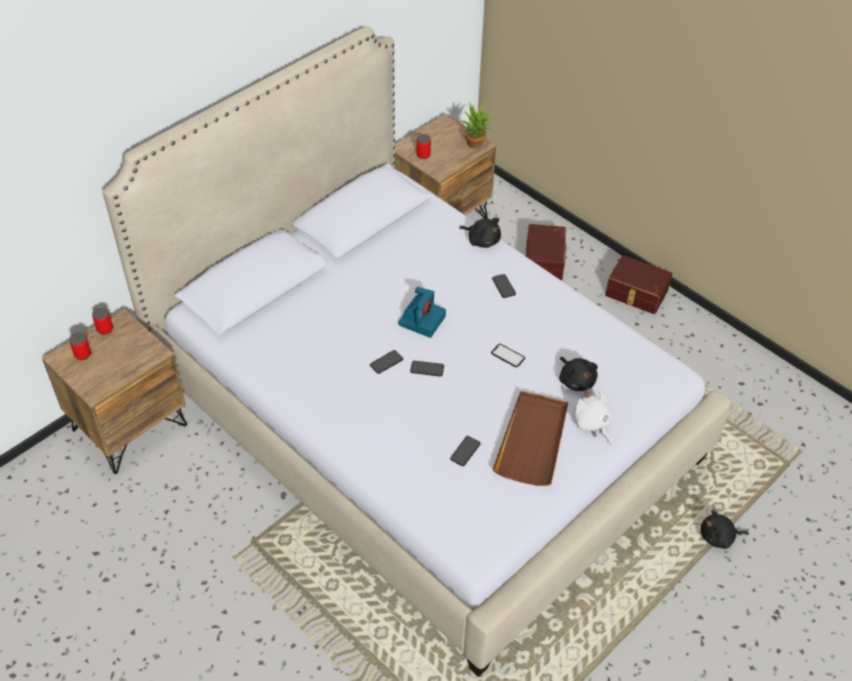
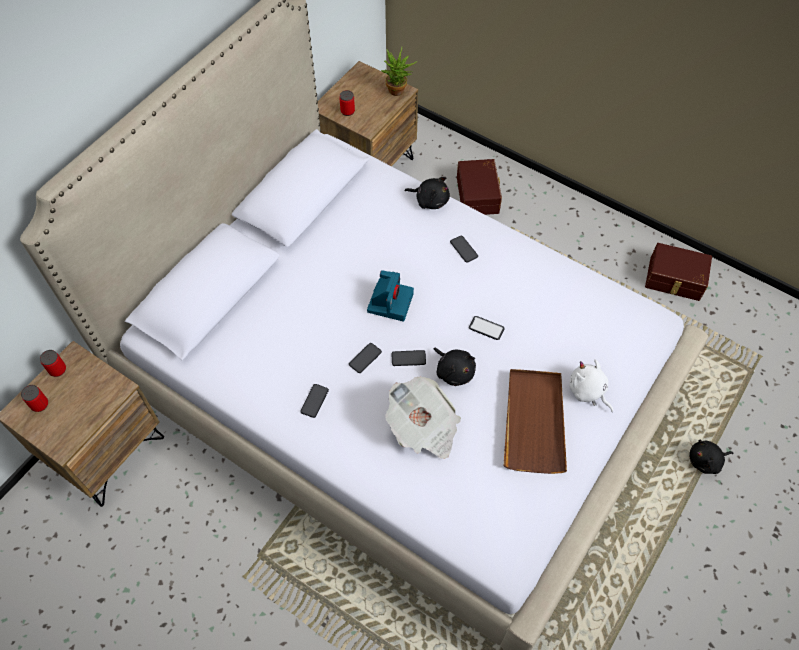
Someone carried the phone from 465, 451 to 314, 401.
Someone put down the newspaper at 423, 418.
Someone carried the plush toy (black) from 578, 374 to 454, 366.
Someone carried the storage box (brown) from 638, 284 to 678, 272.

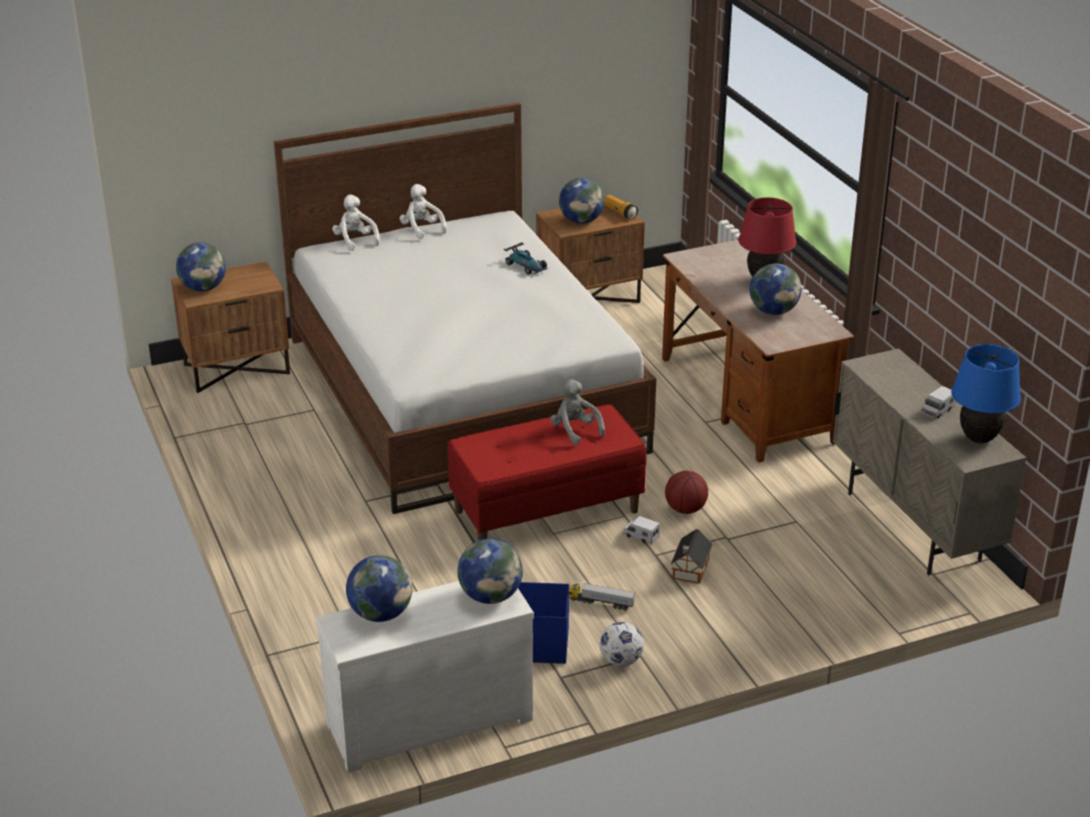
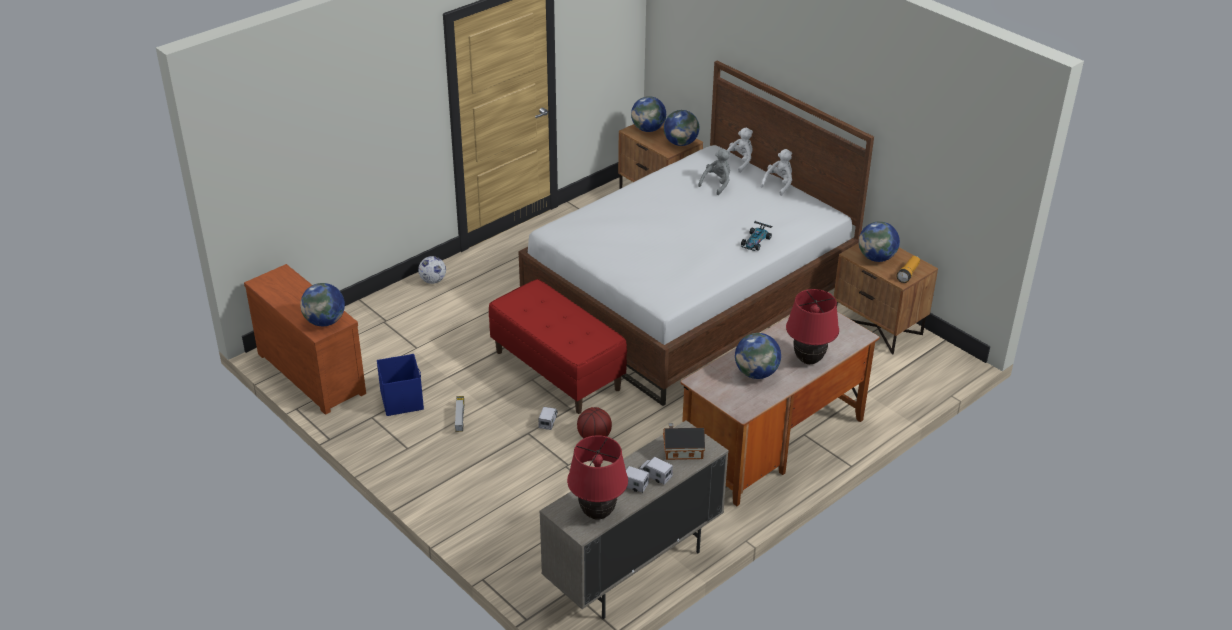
Someone repainted the dresser (white) at 424, 677, which became the dresser (brown) at 305, 339.
Someone carried the football from 622, 644 to 432, 270.
Someone repainted the table lamp (blue) at 986, 393, which became the table lamp (red) at 597, 477.
Someone put down the toy truck at 656, 471.
Someone carried the toy house from 692, 556 to 684, 441.
Someone carried the globe from 379, 588 to 681, 128.
Someone carried the plush toy (grey) from 577, 412 to 714, 172.

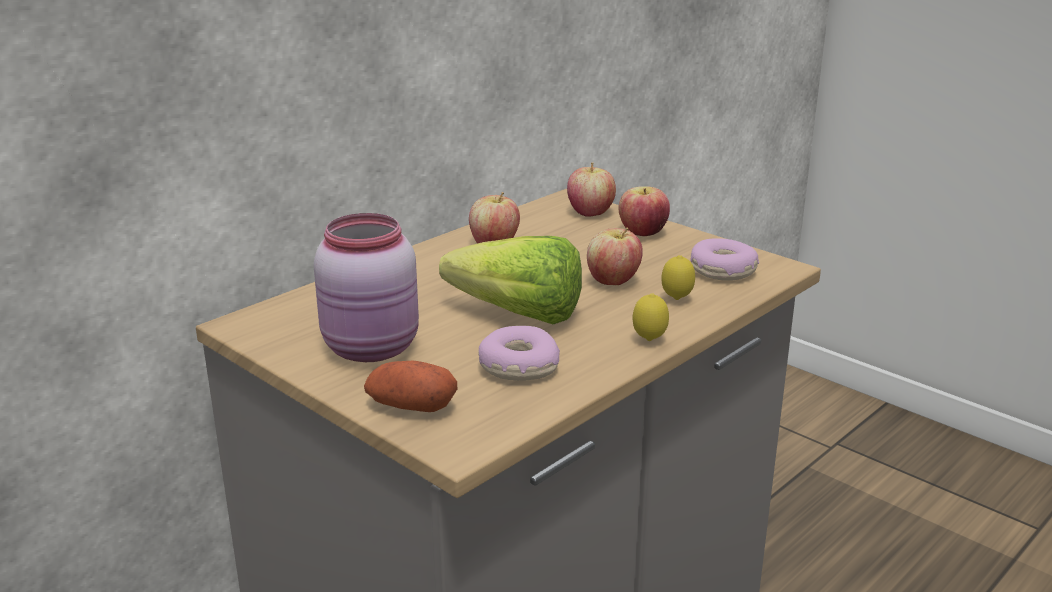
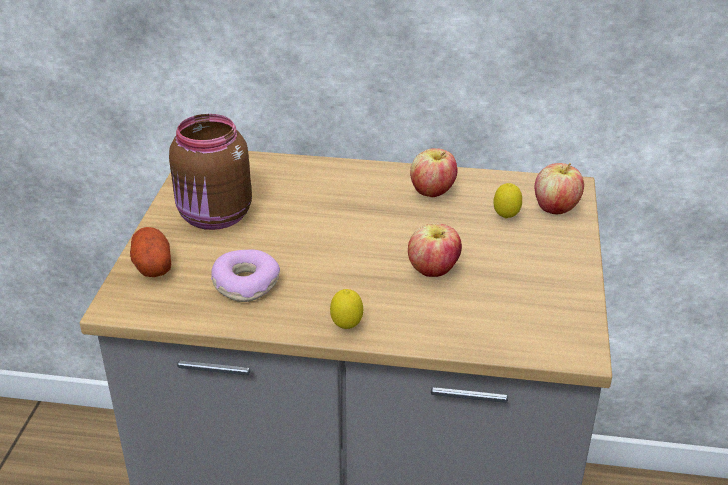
Someone repainted the jar (pink) at 366, 287, which became the jar (brown) at 210, 172.
Someone carried the lemon from 678, 277 to 507, 201.
Someone took away the lettuce at 510, 280.
Someone took away the apple at 644, 211.
Someone took away the donut at 724, 259.

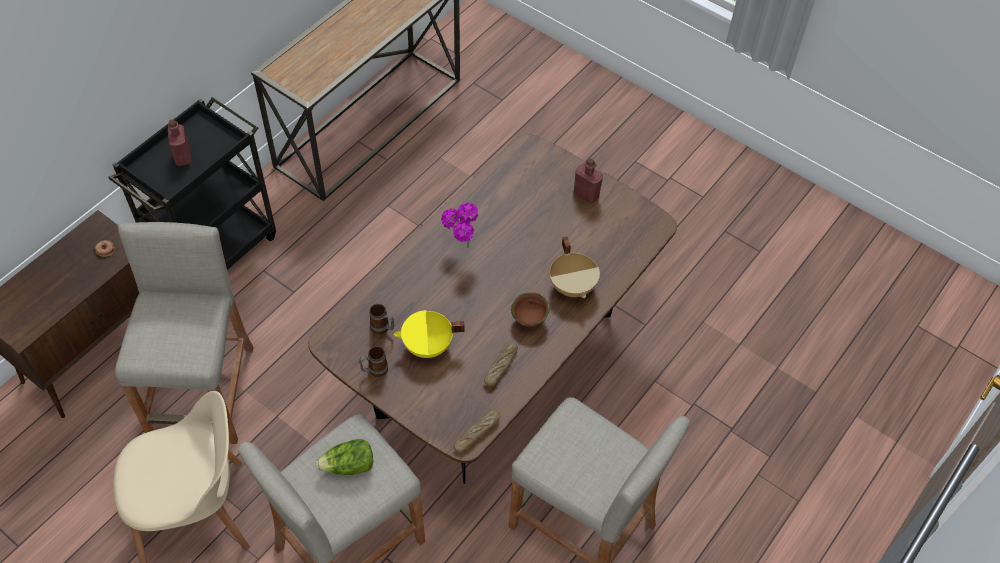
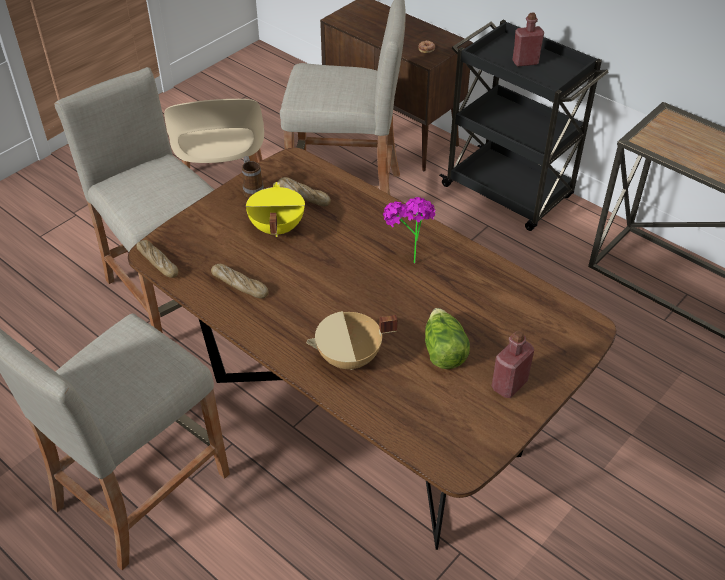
Someone swapped the mug at 381, 319 for the bread at 304, 191.
Someone carried the lettuce from 344, 457 to 447, 338.
Someone took away the bowl (brown) at 530, 309.

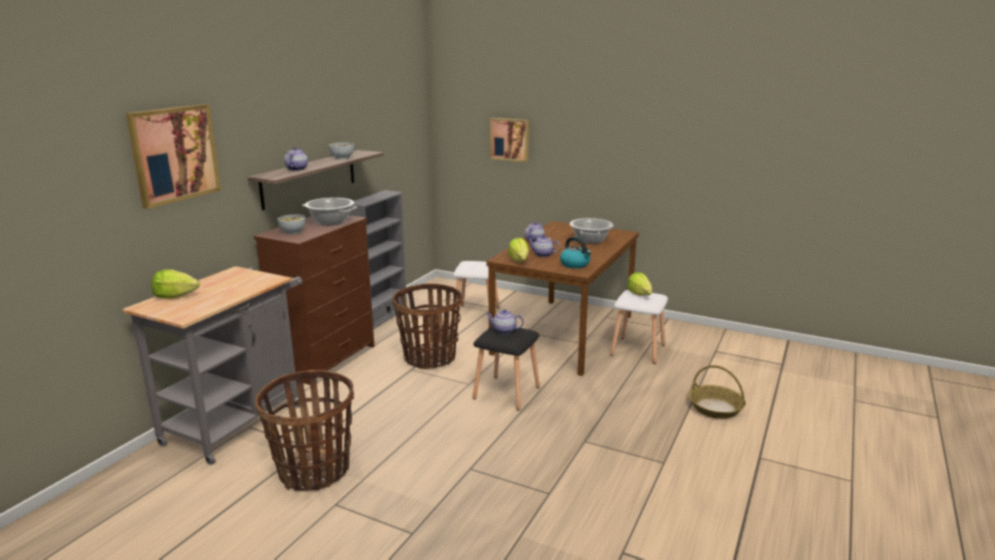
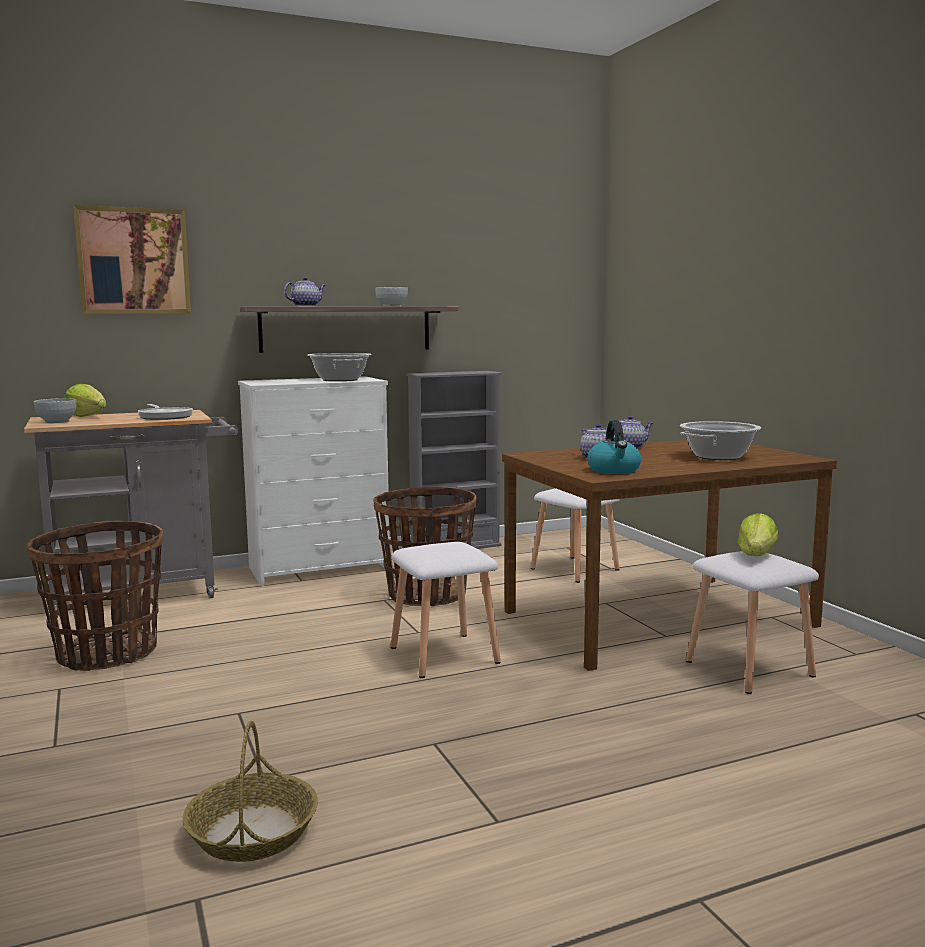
Someone carried the bowl from 291, 224 to 55, 410.
Someone put down the frying pan at 165, 412.
Someone carried the basket from 717, 392 to 250, 791.
Someone repainted the dresser (brown) at 314, 300, which became the dresser (white) at 314, 481.
Someone repainted the stool (black) at 506, 368, which became the stool (white) at 446, 610.
Someone took away the teapot at 505, 321.
Someone took away the picture at 509, 140.
Someone took away the lettuce at 518, 250.

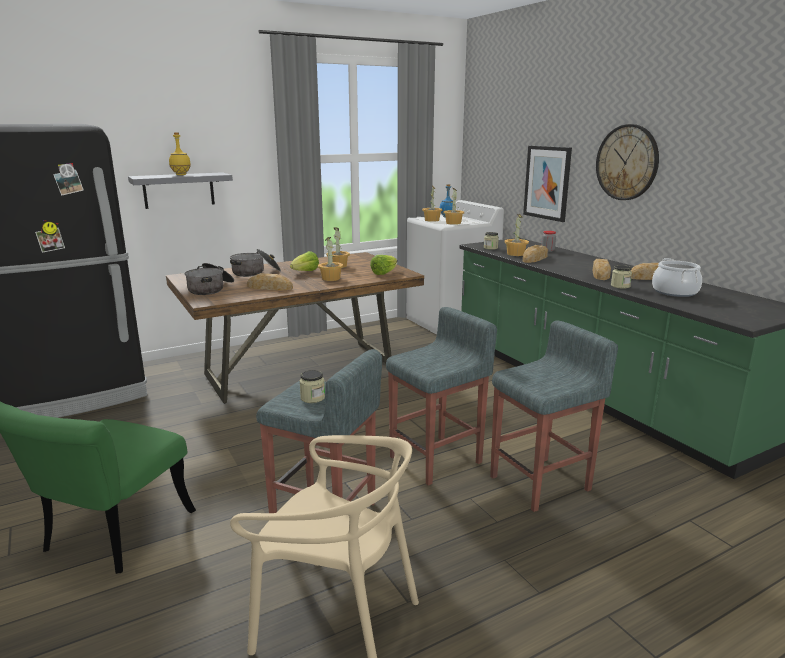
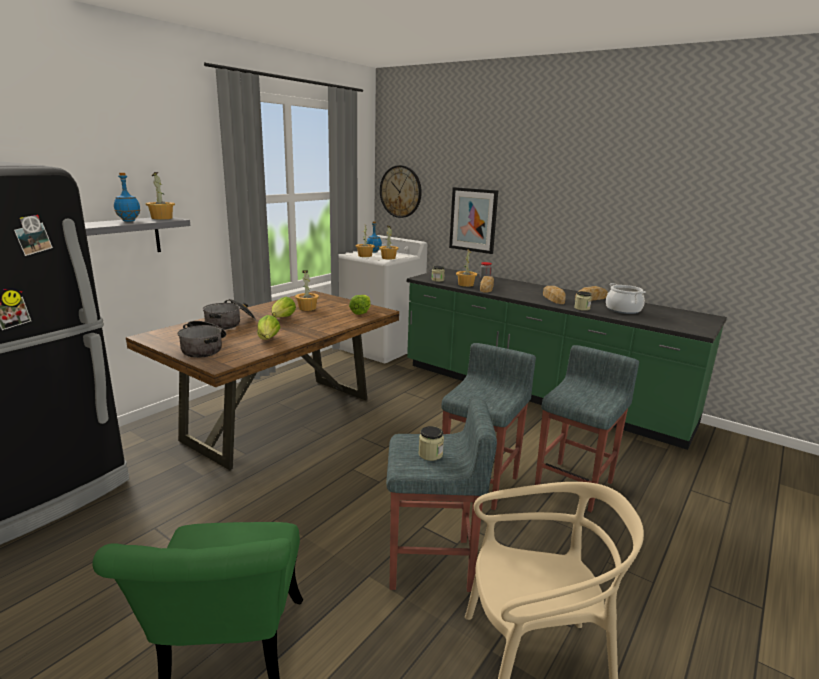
Someone repainted the bottle (yellow) at 180, 153, which became the bottle (blue) at 127, 197.
Someone carried the potted plant from 330, 259 to 160, 195.
Someone swapped the bread at 270, 281 for the lettuce at 268, 327.
Someone carried the wall clock from 627, 162 to 401, 191.

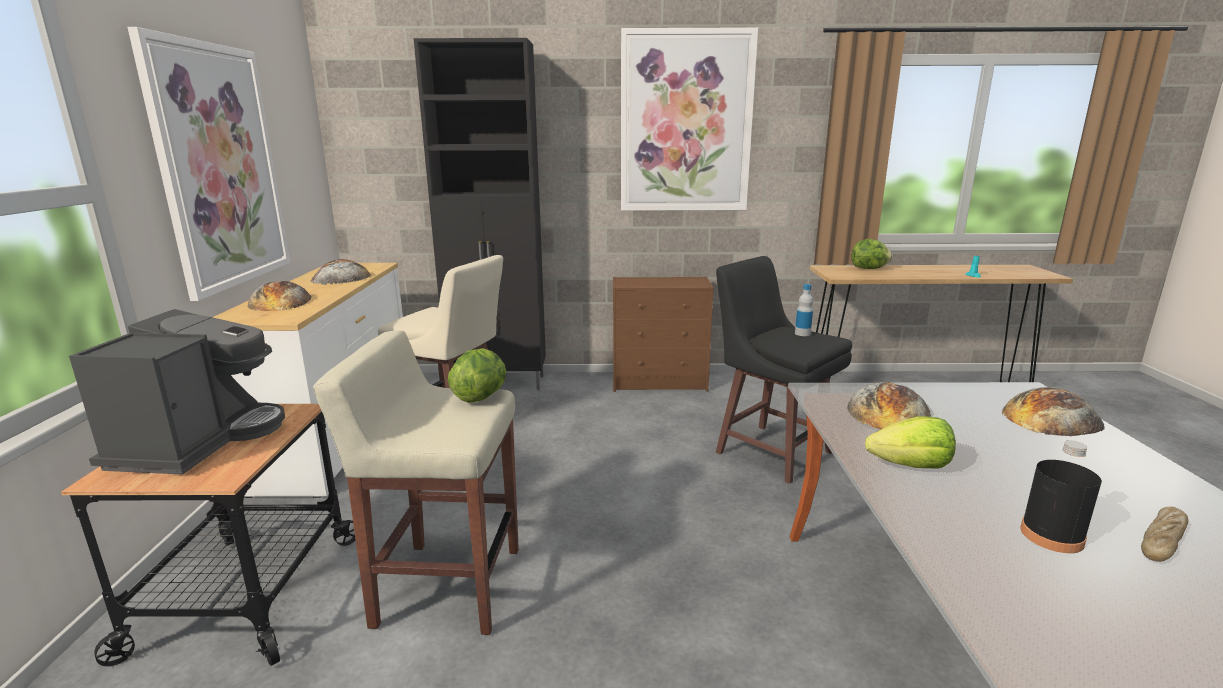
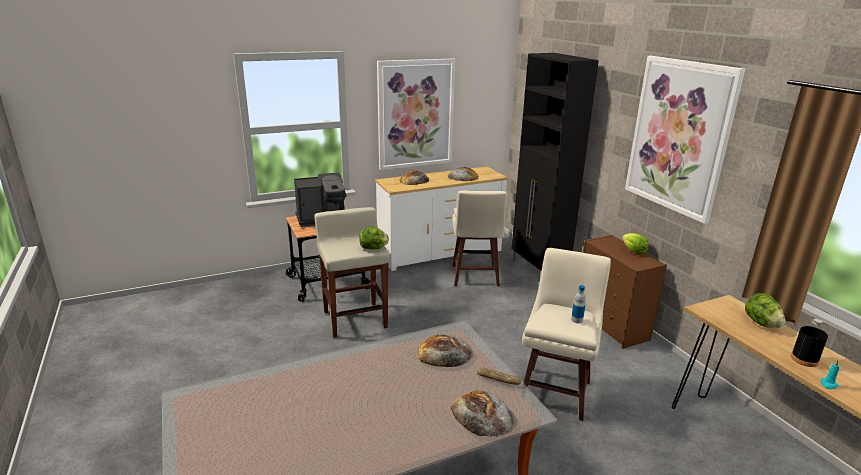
Someone carried the bread from 1164, 534 to 499, 376.
Someone repainted the stool (black) at 784, 370, which became the stool (beige) at 566, 334.
Someone carried the lettuce from 910, 442 to 635, 243.
Someone carried the bottle (black) from 1061, 496 to 809, 342.

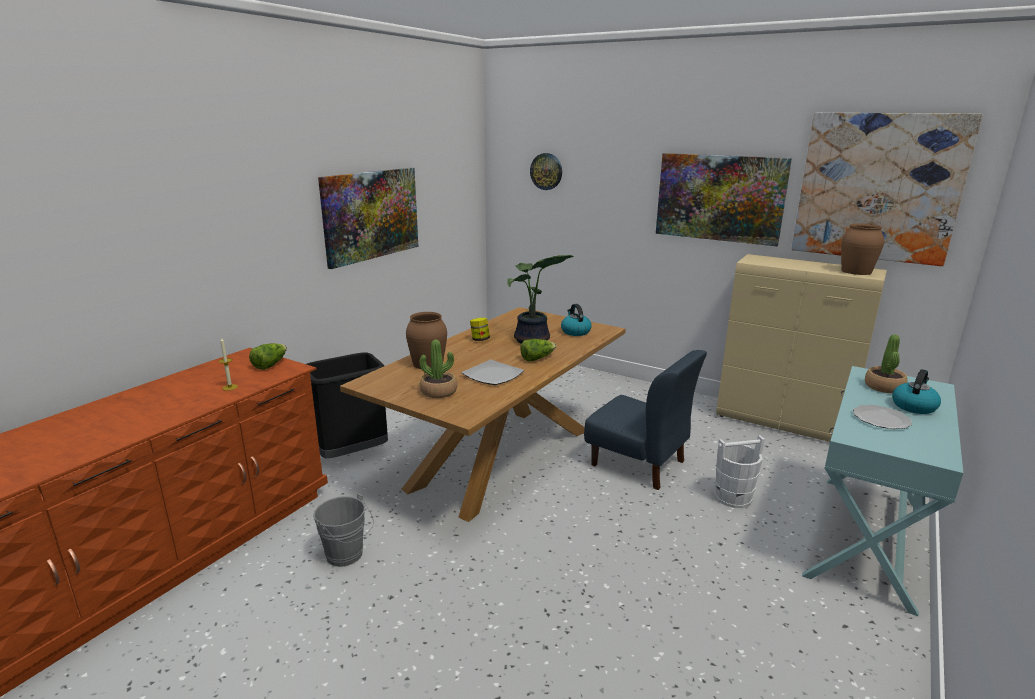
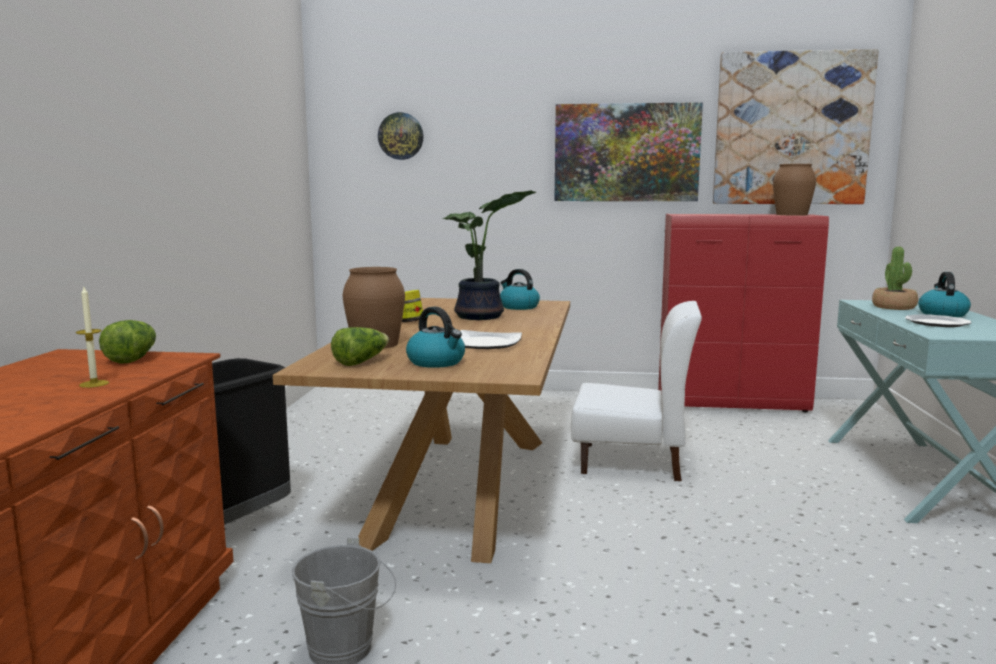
Someone carried the lettuce from 538, 350 to 360, 346.
Someone swapped the potted plant at 438, 369 for the kettle at 435, 337.
Someone repainted the chair (blue) at 645, 420, which became the chair (white) at 636, 391.
Someone repainted the cabinet (beige) at 801, 348, which became the cabinet (red) at 743, 313.
Someone took away the picture at 368, 218.
Someone took away the bucket (white) at 740, 471.

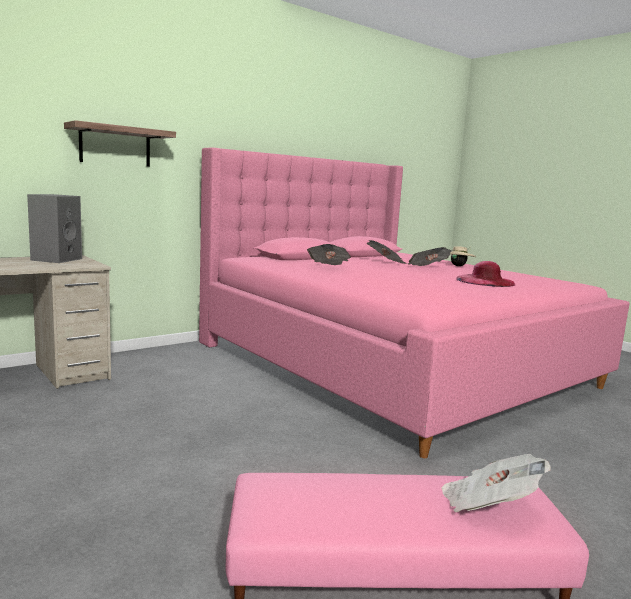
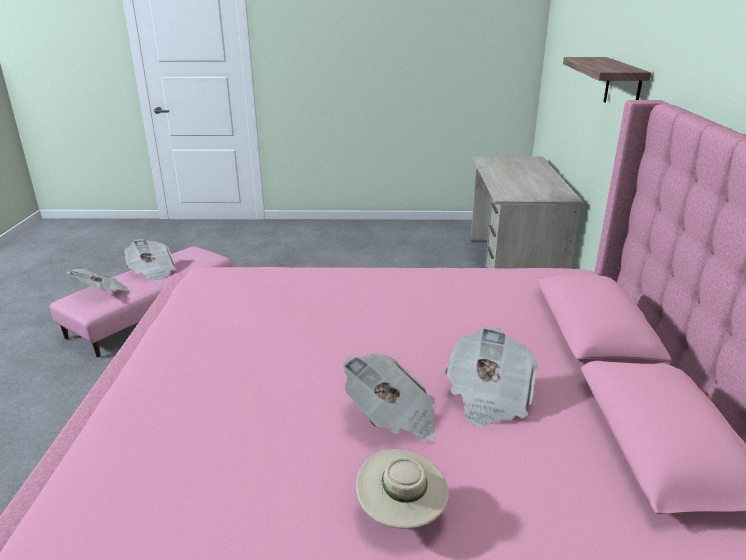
Someone carried the newspaper from 329, 254 to 150, 260.
Someone took away the speaker (grey) at 54, 228.
Someone took away the hat (pink) at 486, 274.

